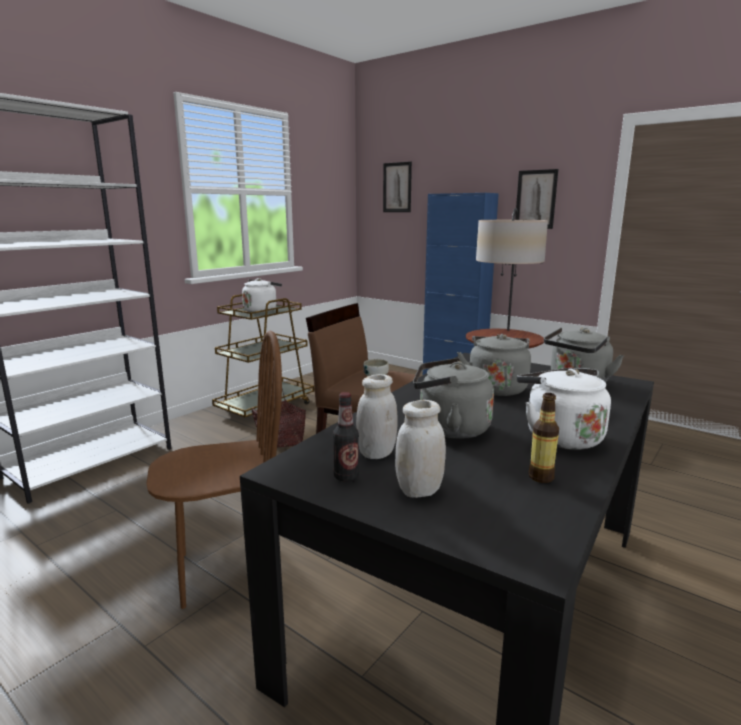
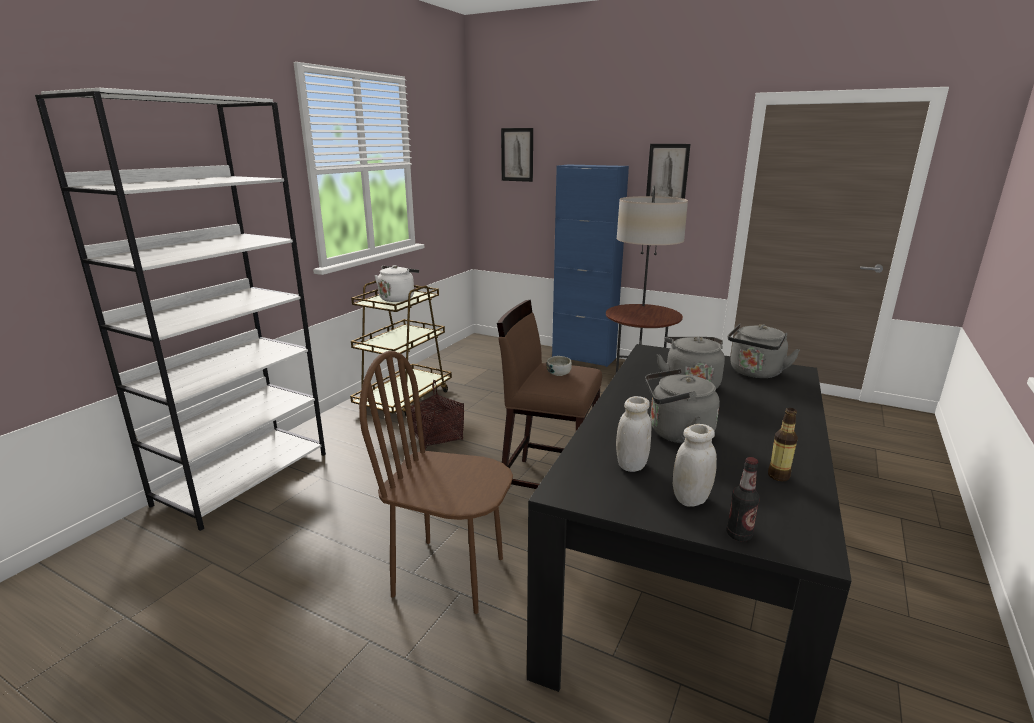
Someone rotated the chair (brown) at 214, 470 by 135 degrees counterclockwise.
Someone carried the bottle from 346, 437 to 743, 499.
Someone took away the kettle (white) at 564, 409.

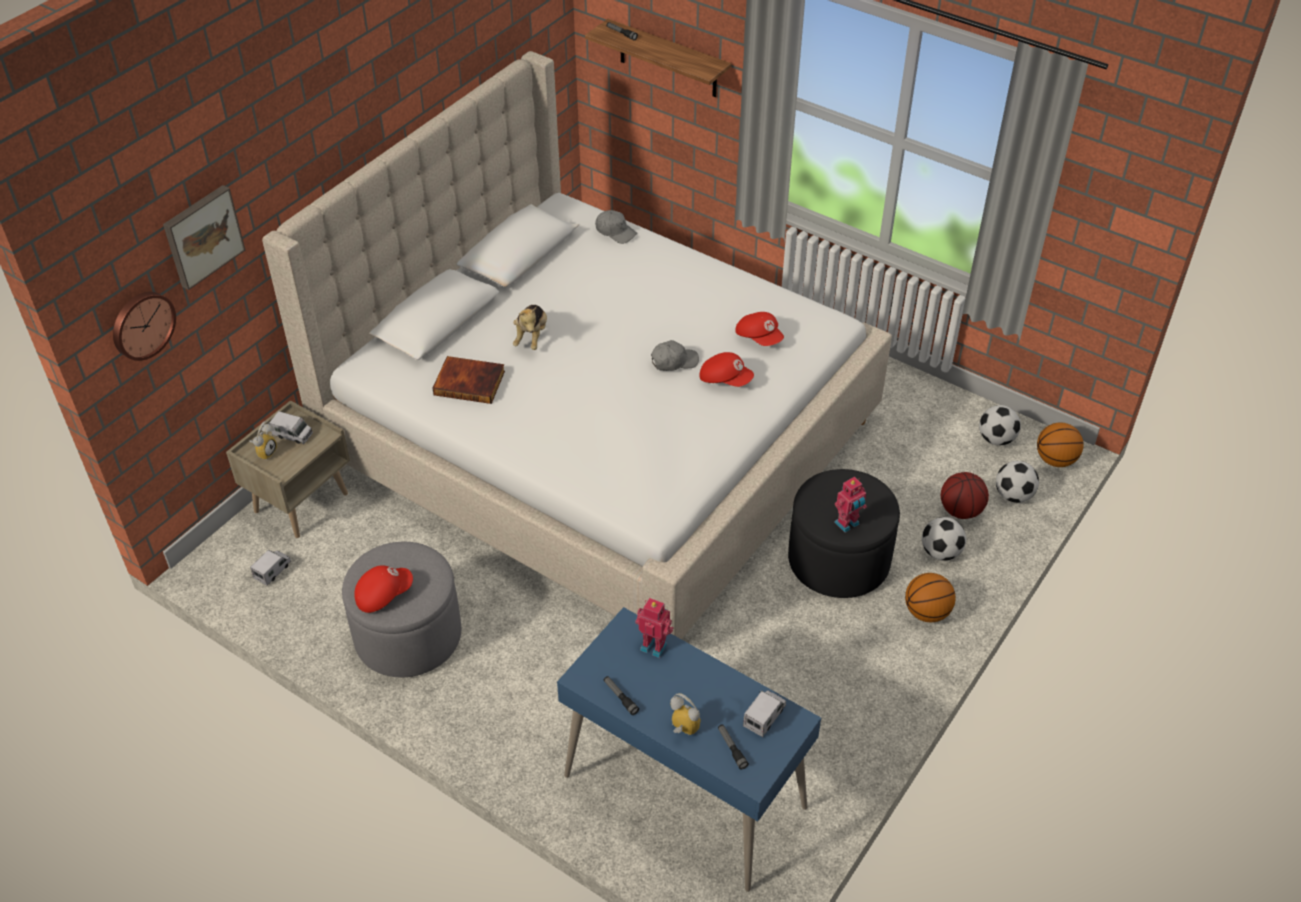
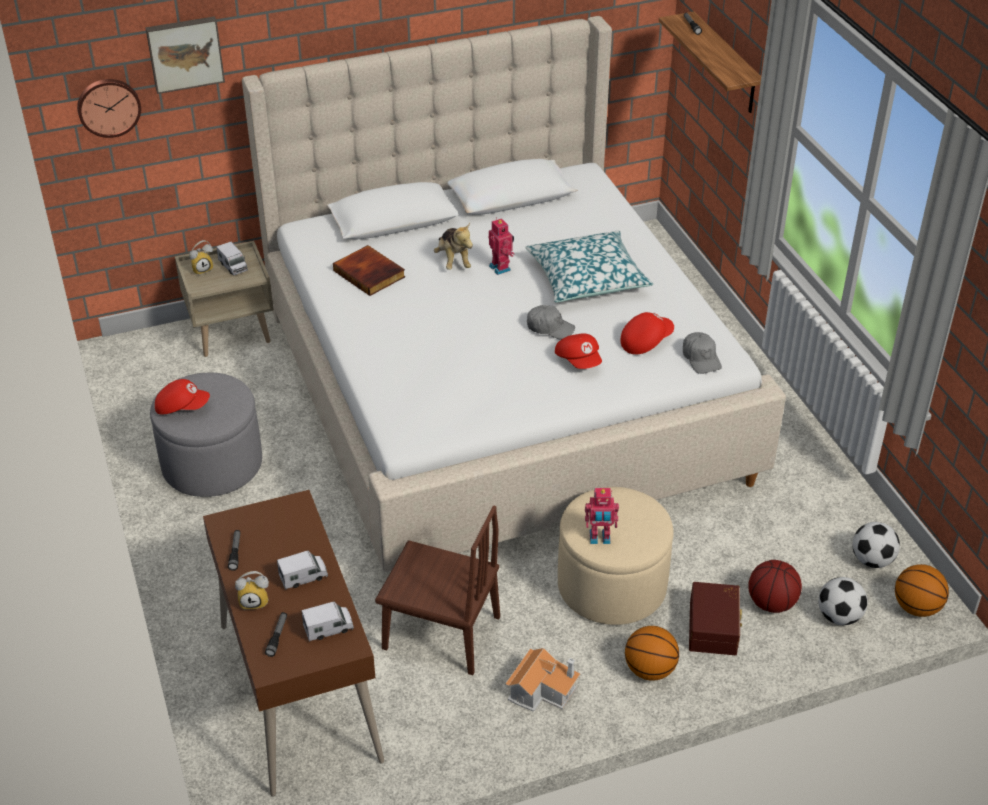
Someone repainted the desk (blue) at 689, 749, which became the desk (brown) at 293, 643.
Someone rotated the alarm clock at 685, 714 by 105 degrees clockwise.
Someone carried the toy truck from 270, 568 to 302, 570.
Someone put down the chair (brown) at 437, 590.
Someone rotated the plush toy at 530, 327 by 60 degrees counterclockwise.
Someone carried the toy robot from 654, 628 to 501, 246.
Someone put down the toy house at 542, 680.
Someone put down the pillow at 589, 266.
Someone repainted the ottoman (black) at 844, 533, which became the ottoman (beige) at 616, 556.
Someone rotated the cap (red) at 759, 329 by 120 degrees counterclockwise.
Someone carried the cap (grey) from 616, 227 to 702, 353.
Someone swapped the football at 944, 539 for the storage box (brown) at 715, 618.

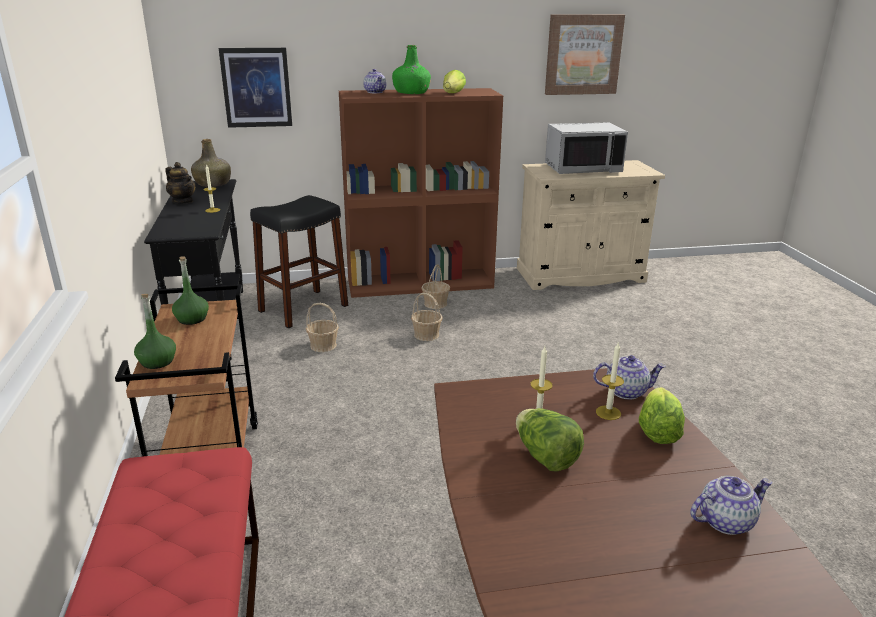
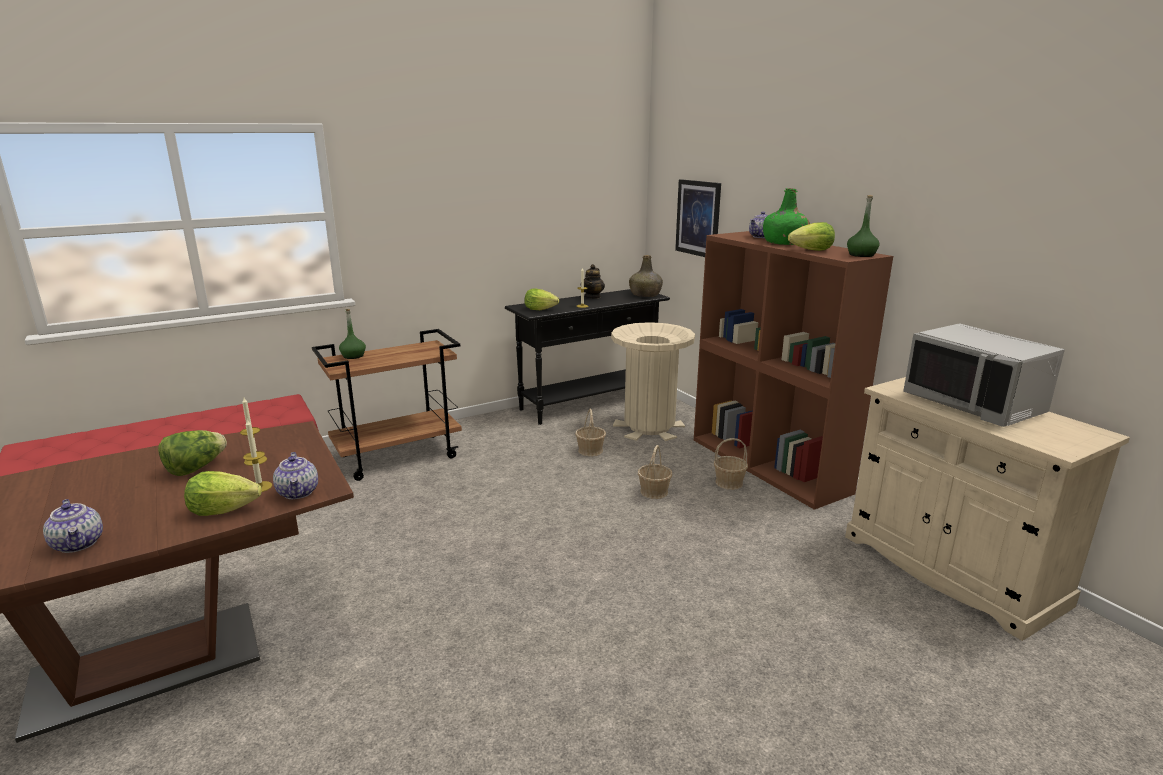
Someone put down the lettuce at 542, 299.
Someone swapped the stool (black) at 299, 261 for the trash can (beige) at 653, 381.
Someone carried the bottle (green) from 190, 290 to 863, 226.
Someone took away the picture at 585, 55.

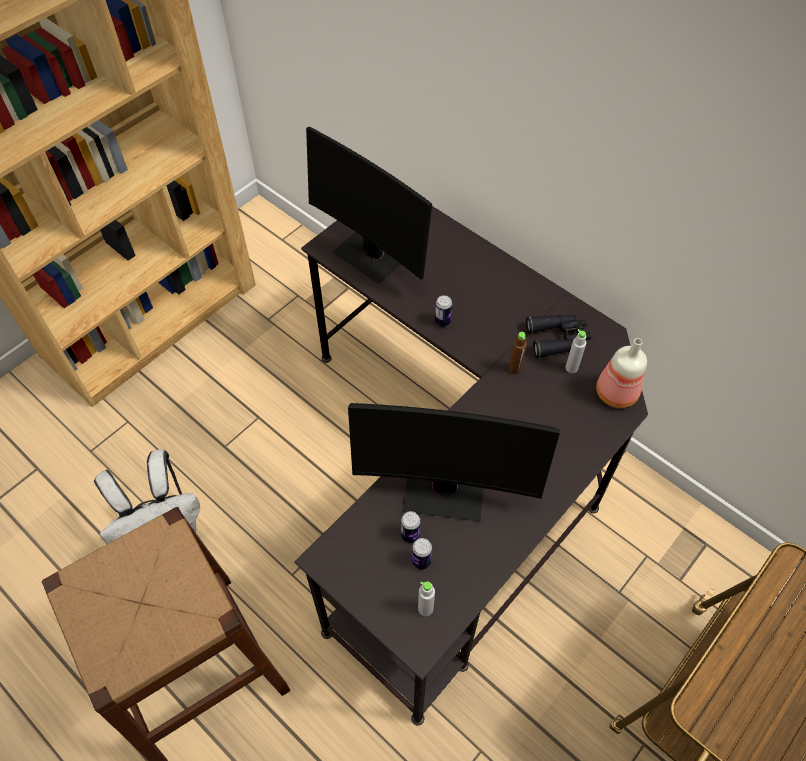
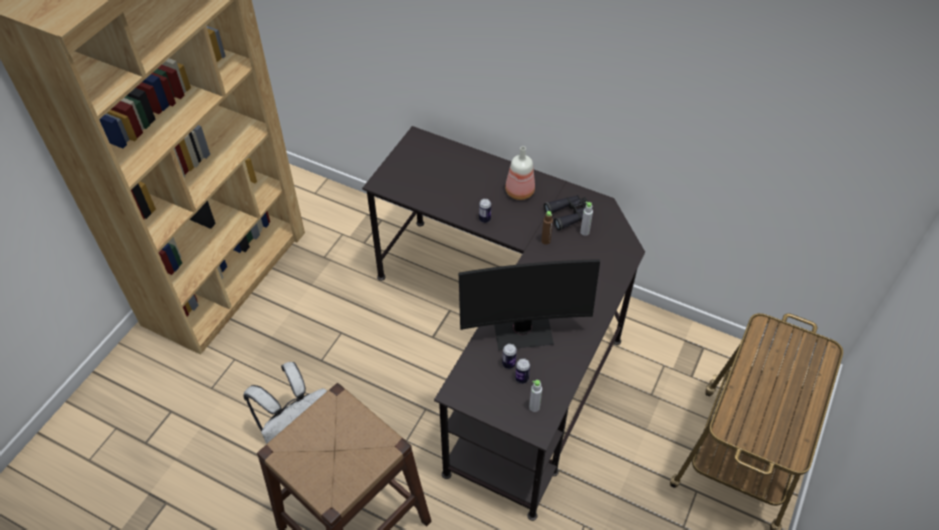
Someone carried the bottle from 621, 373 to 520, 173.
Someone took away the monitor at 369, 205.

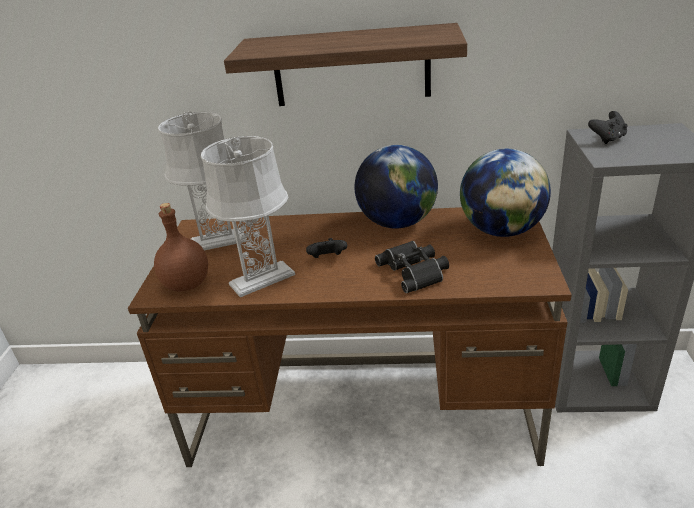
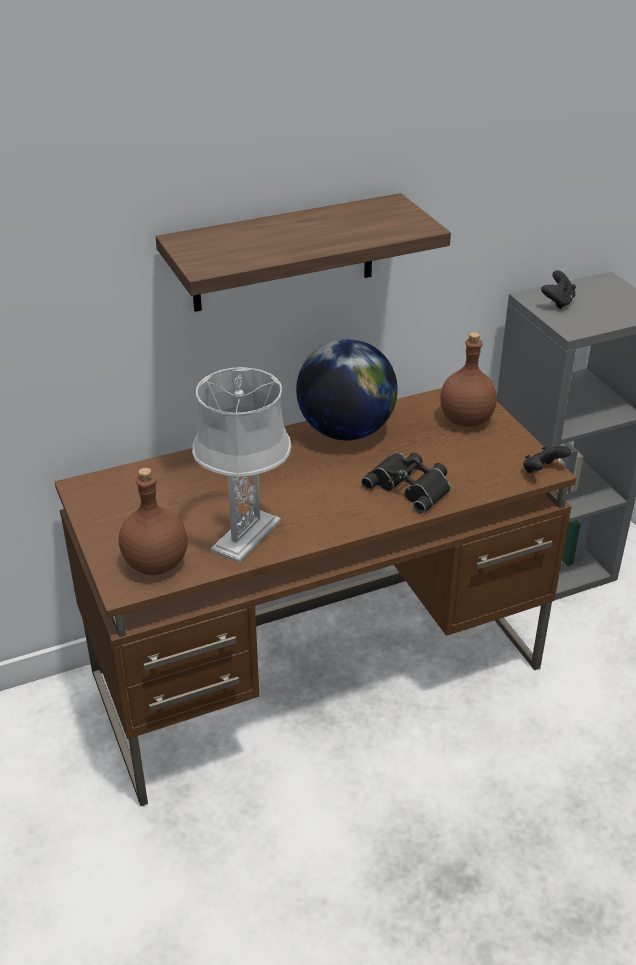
Someone swapped the globe at 505, 193 for the bottle (brown) at 468, 379.
Someone carried the game controller (black) from 326, 248 to 547, 459.
Someone took away the table lamp (grey) at 202, 181.

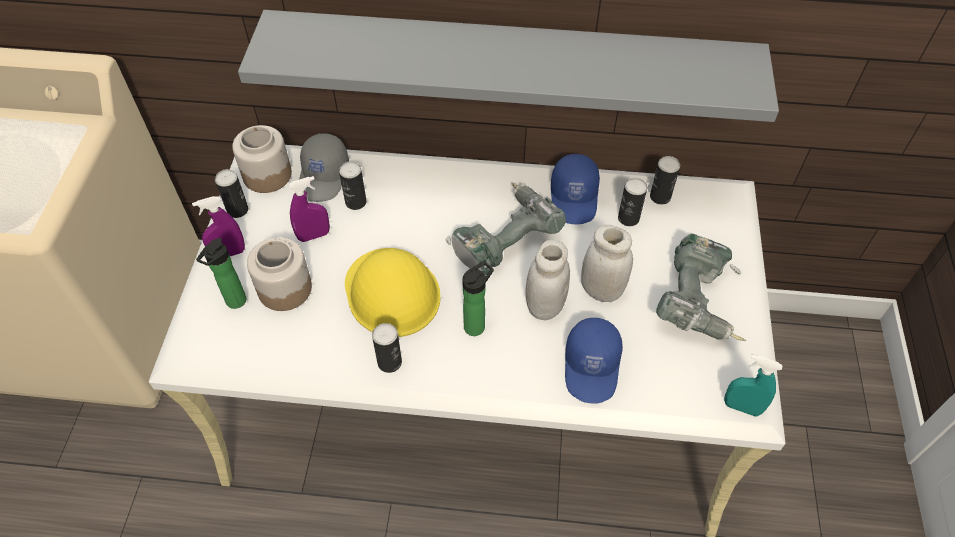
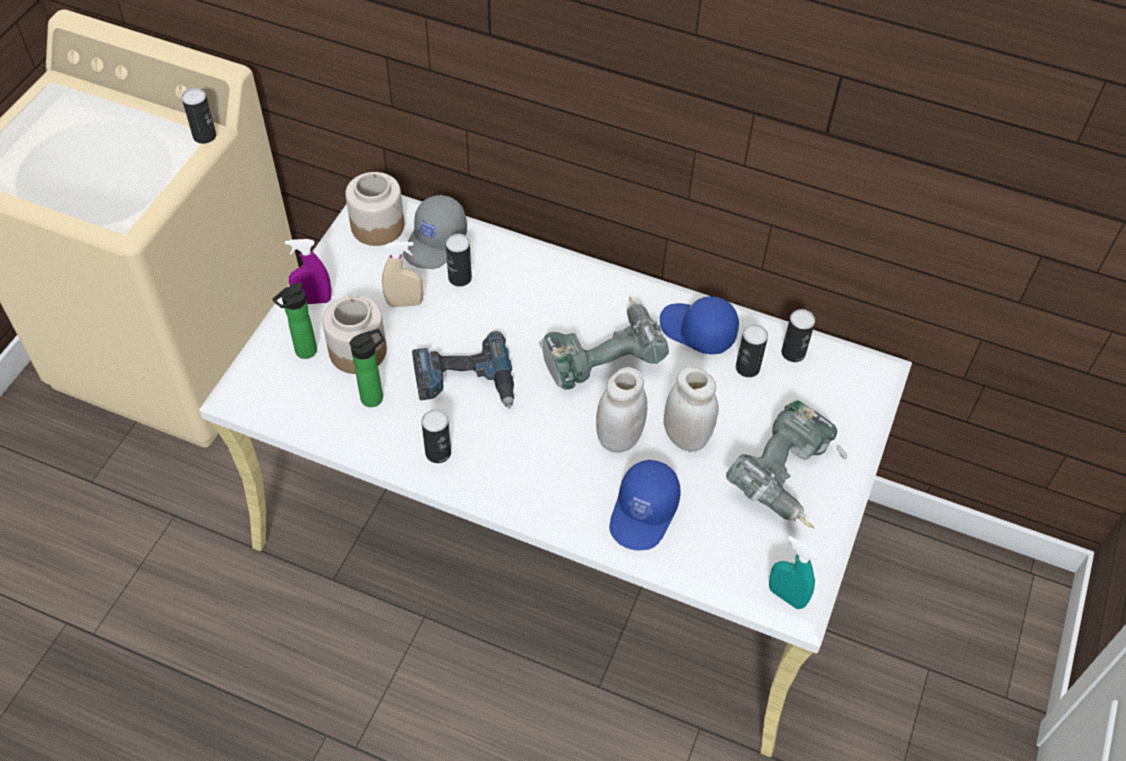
Someone carried the can from 231, 193 to 199, 116.
Someone carried the bottle from 478, 298 to 366, 368.
Someone repainted the spray bottle (purple) at 309, 209, which became the spray bottle (beige) at 402, 274.
Someone swapped the hard hat (yellow) at 393, 292 for the power drill at 463, 370.
Someone rotated the cap (blue) at 575, 189 by 105 degrees clockwise.
Someone took away the shelf (grey) at 508, 66.

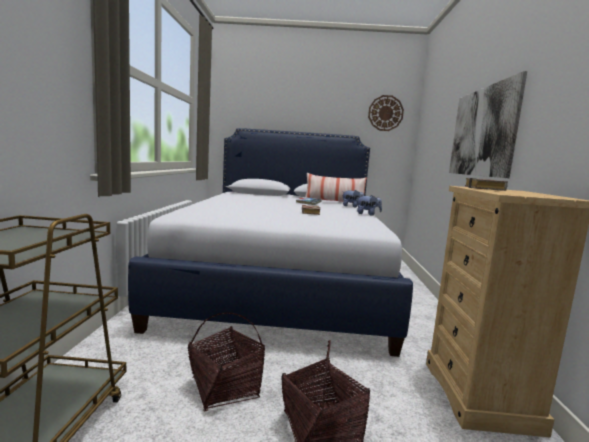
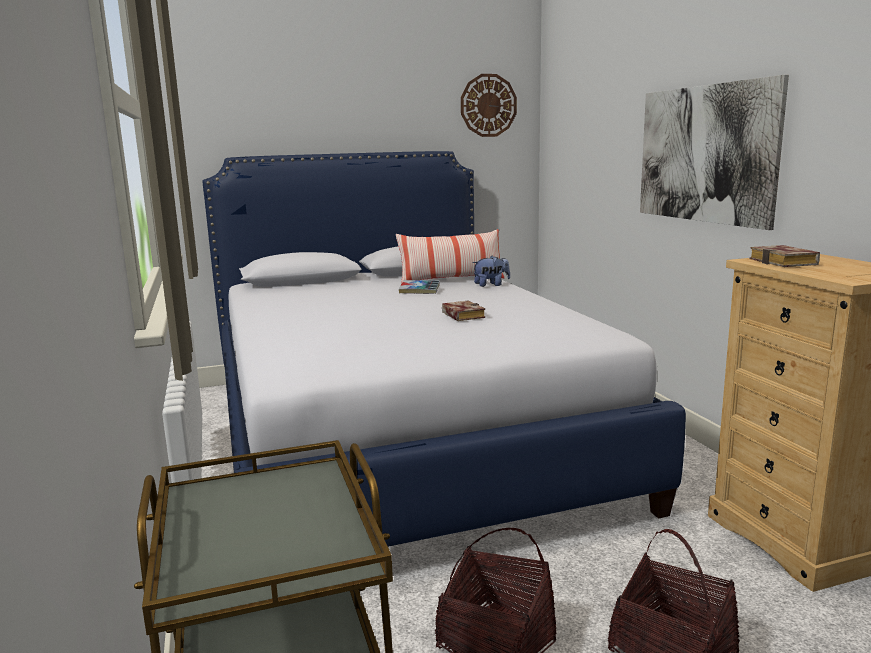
Someone took away the plush toy at 369, 205.

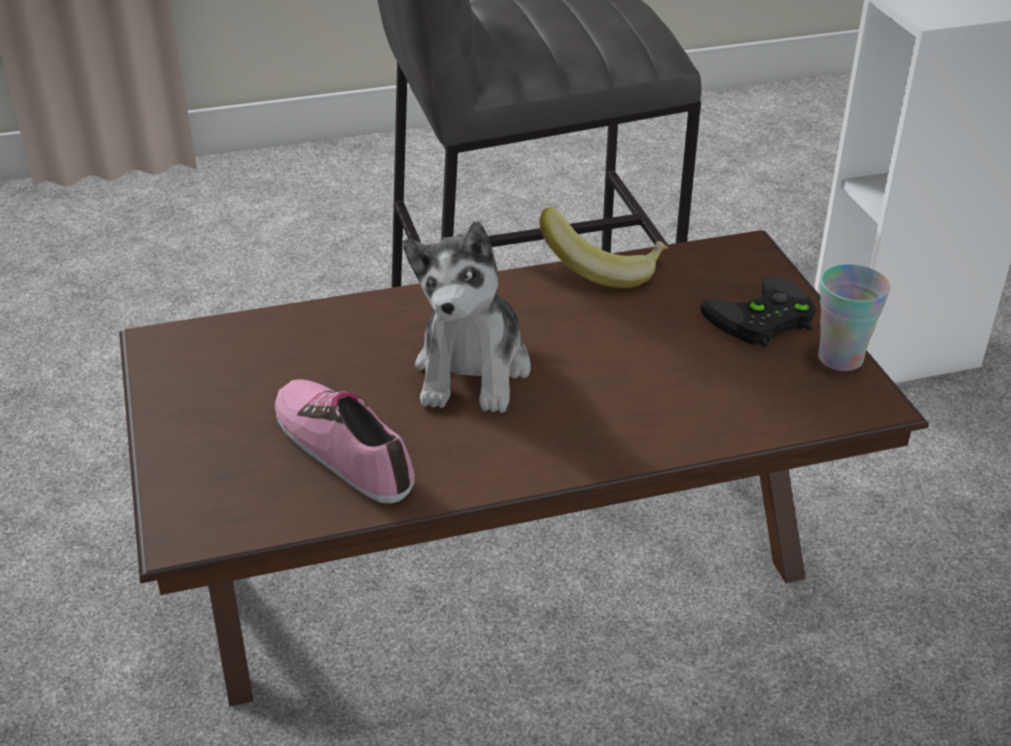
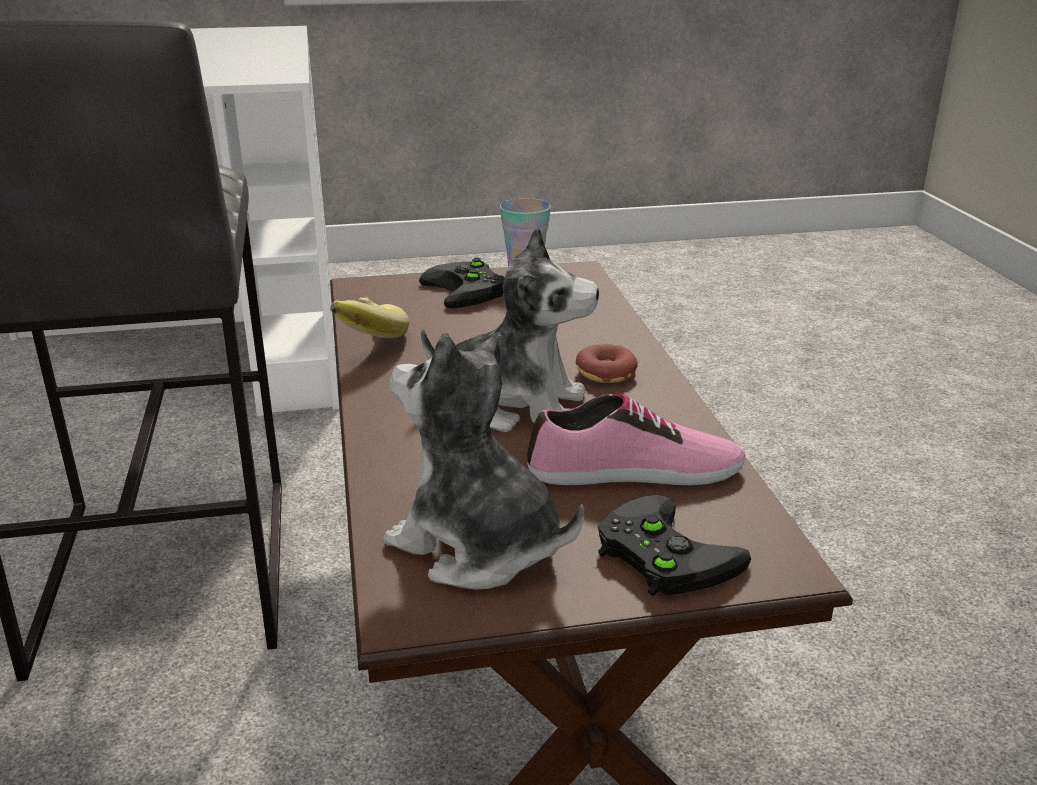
Someone put down the plush toy at 483, 461.
Someone rotated the shoe at 345, 441 by 150 degrees counterclockwise.
Someone put down the donut at 607, 363.
Someone put down the game controller (black) at 674, 545.

